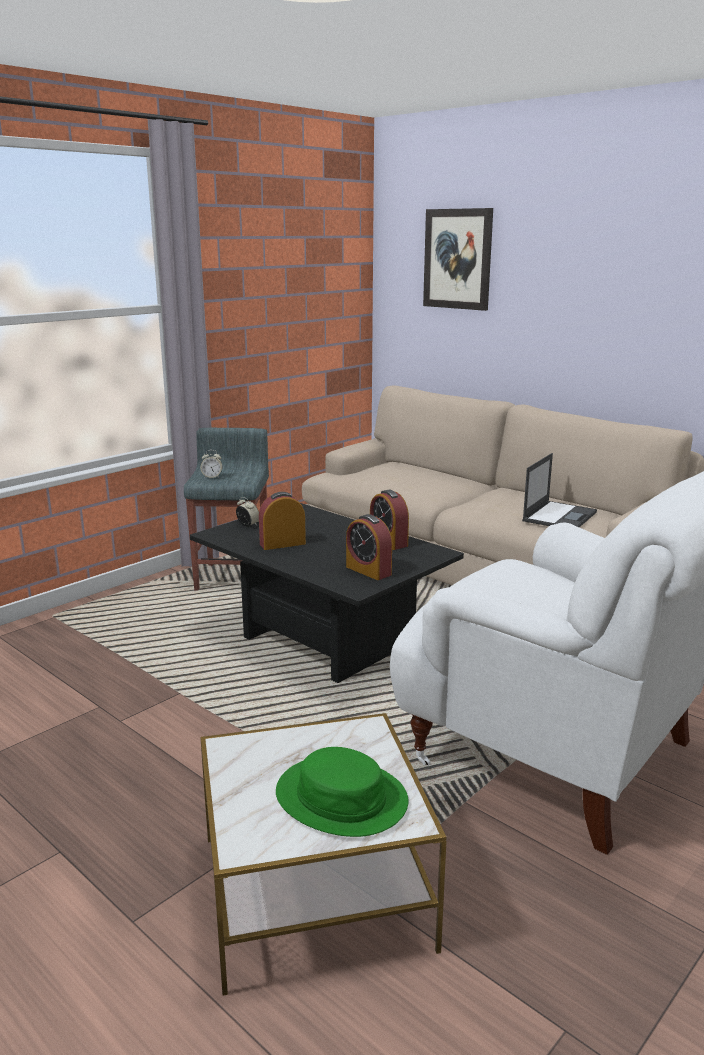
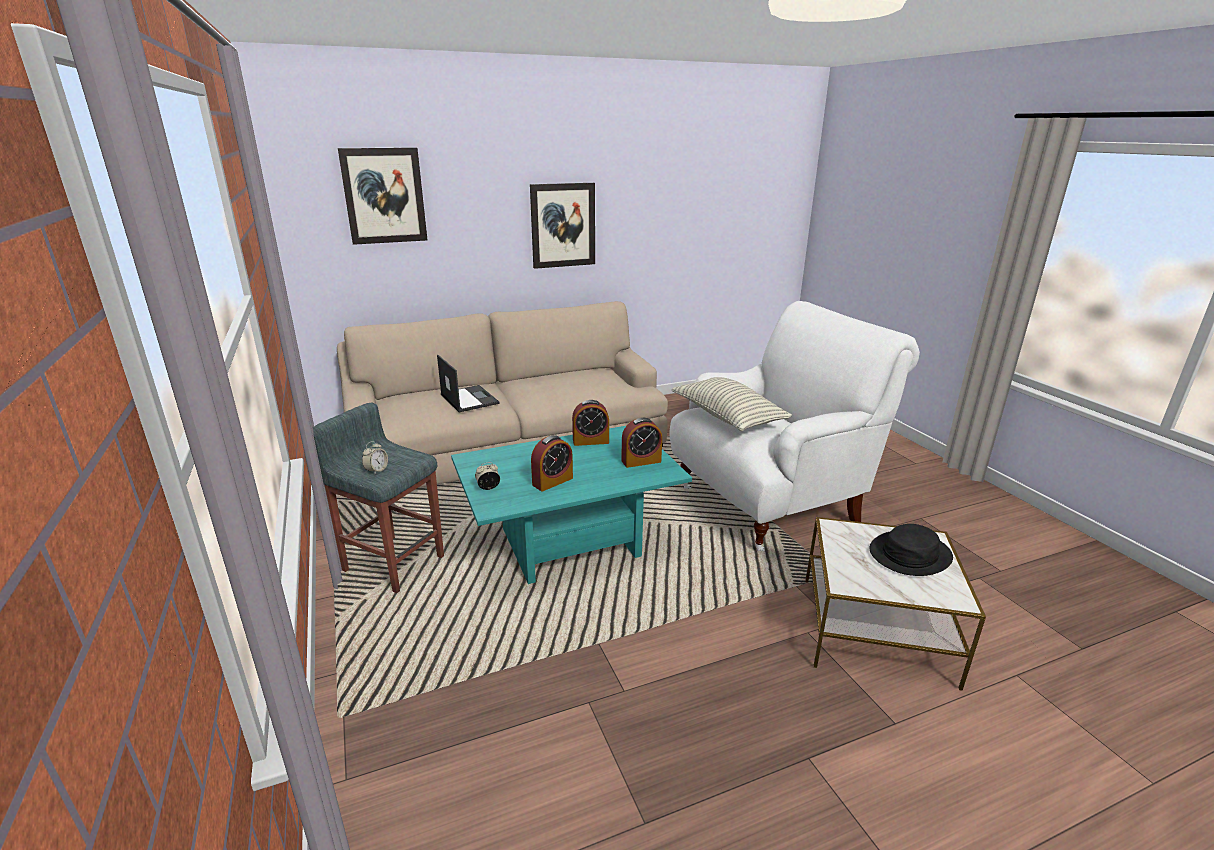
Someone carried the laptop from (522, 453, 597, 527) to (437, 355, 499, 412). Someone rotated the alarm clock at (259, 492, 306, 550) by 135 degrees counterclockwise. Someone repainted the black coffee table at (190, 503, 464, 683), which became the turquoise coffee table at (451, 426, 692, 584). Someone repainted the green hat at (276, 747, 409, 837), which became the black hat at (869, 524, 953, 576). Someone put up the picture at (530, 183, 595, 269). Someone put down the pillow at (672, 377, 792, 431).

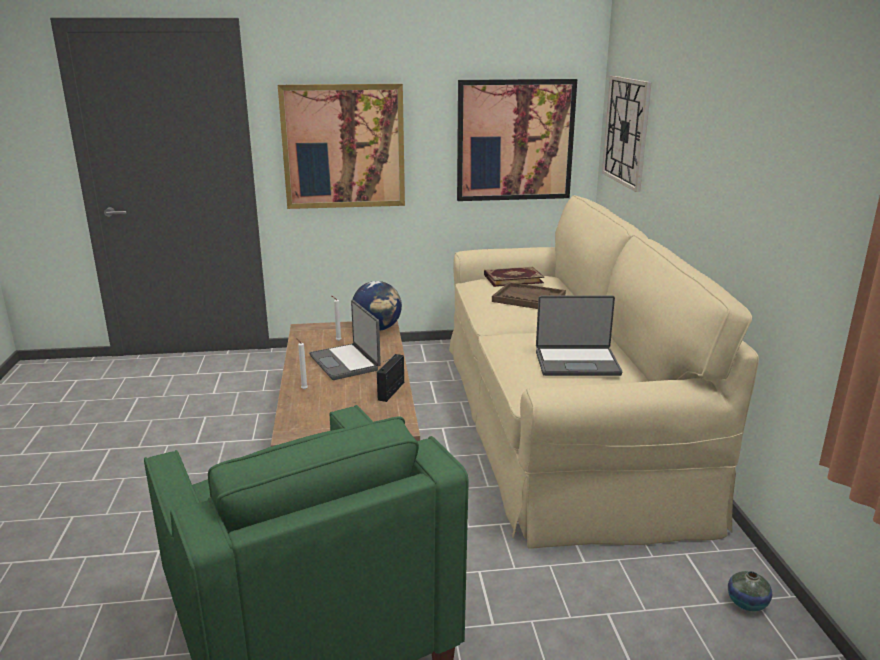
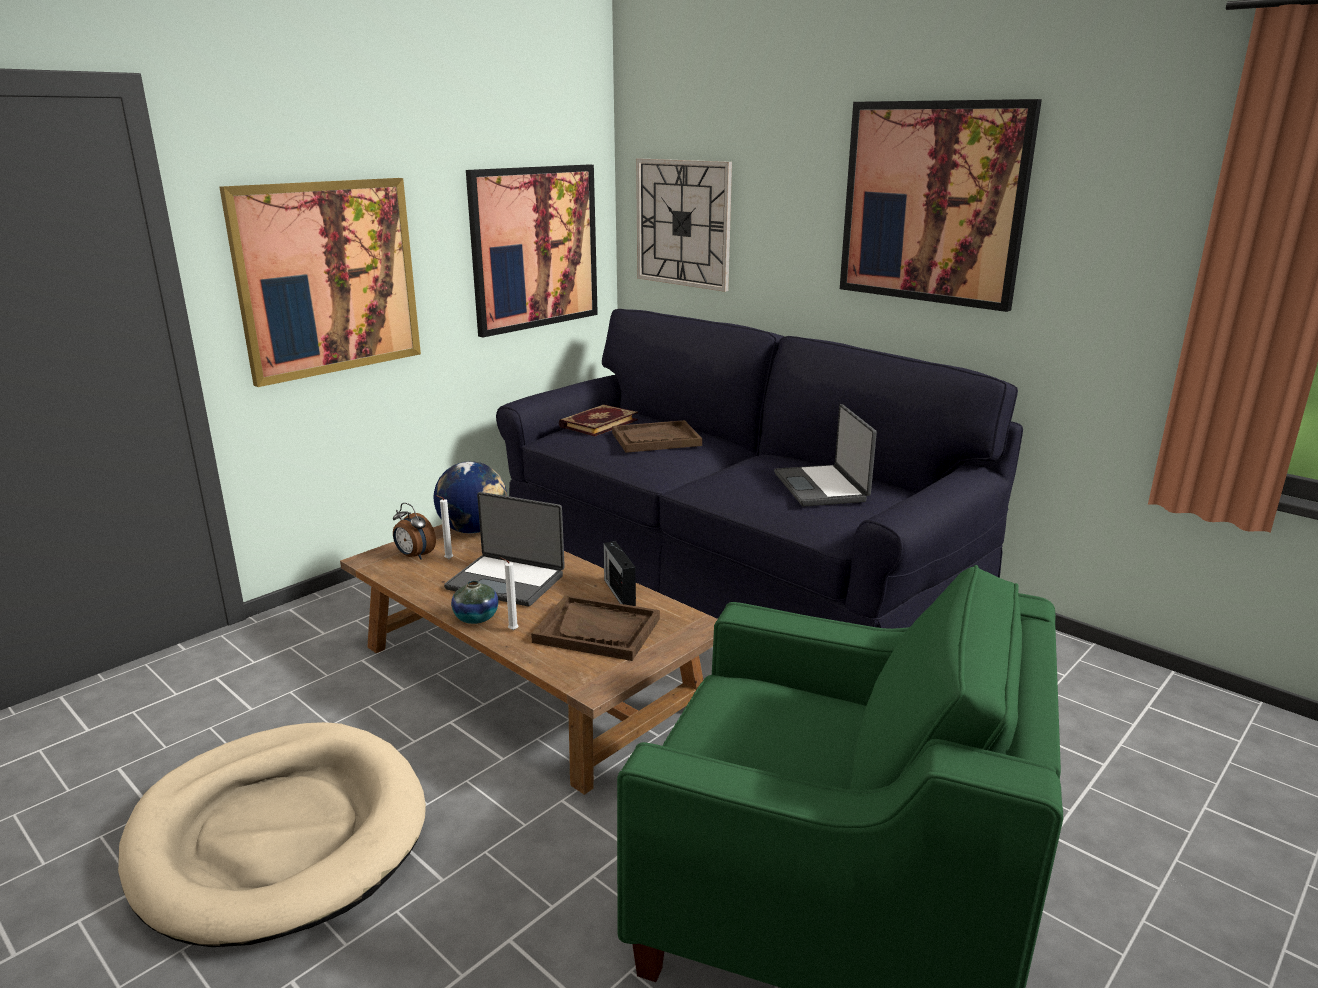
Someone repainted the beige sofa at (449, 195, 759, 549), which became the black sofa at (496, 309, 1023, 629). Someone rotated the laptop at (536, 295, 622, 376) by 120 degrees clockwise. Someone carried the vase from (728, 571, 772, 611) to (451, 580, 498, 624). Someone put up the picture at (840, 99, 1042, 312). Someone put down the alarm clock at (393, 503, 436, 560). Someone put down the brown tray at (531, 595, 660, 661). Someone put down the beige dog bed at (118, 722, 426, 947).

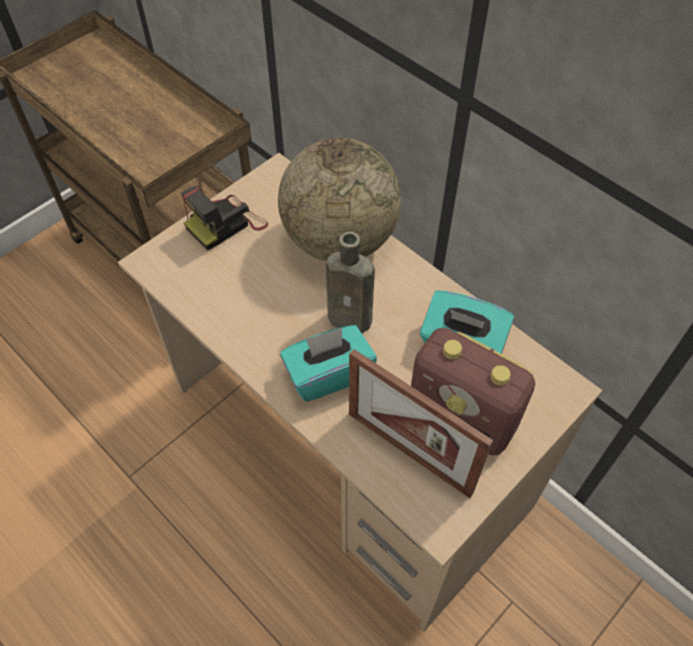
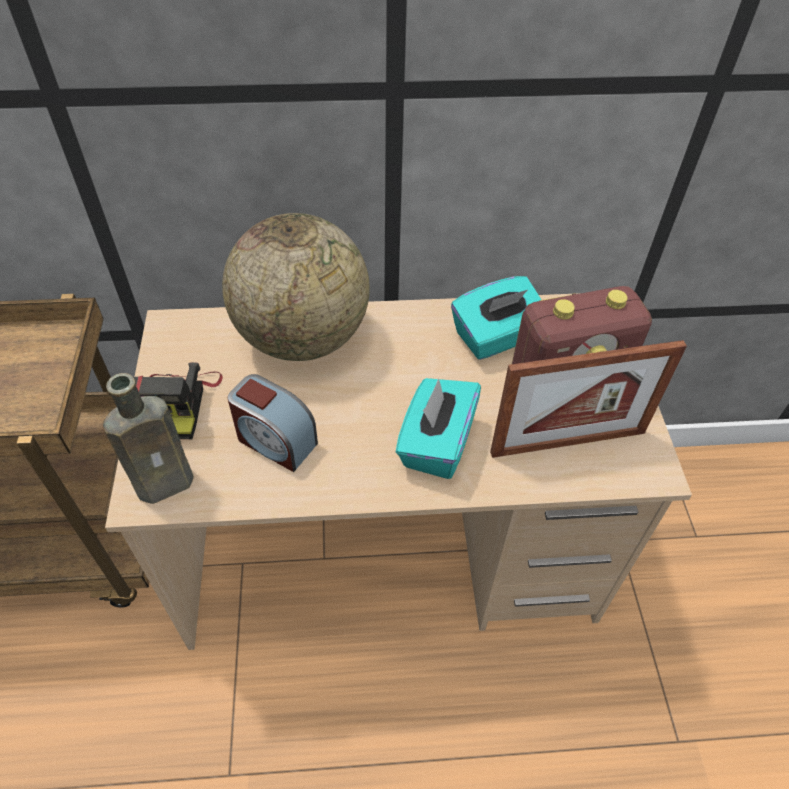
Someone carried the brown bottle from (326, 232, 375, 333) to (103, 373, 194, 504). Someone put down the alarm clock at (228, 374, 318, 472).

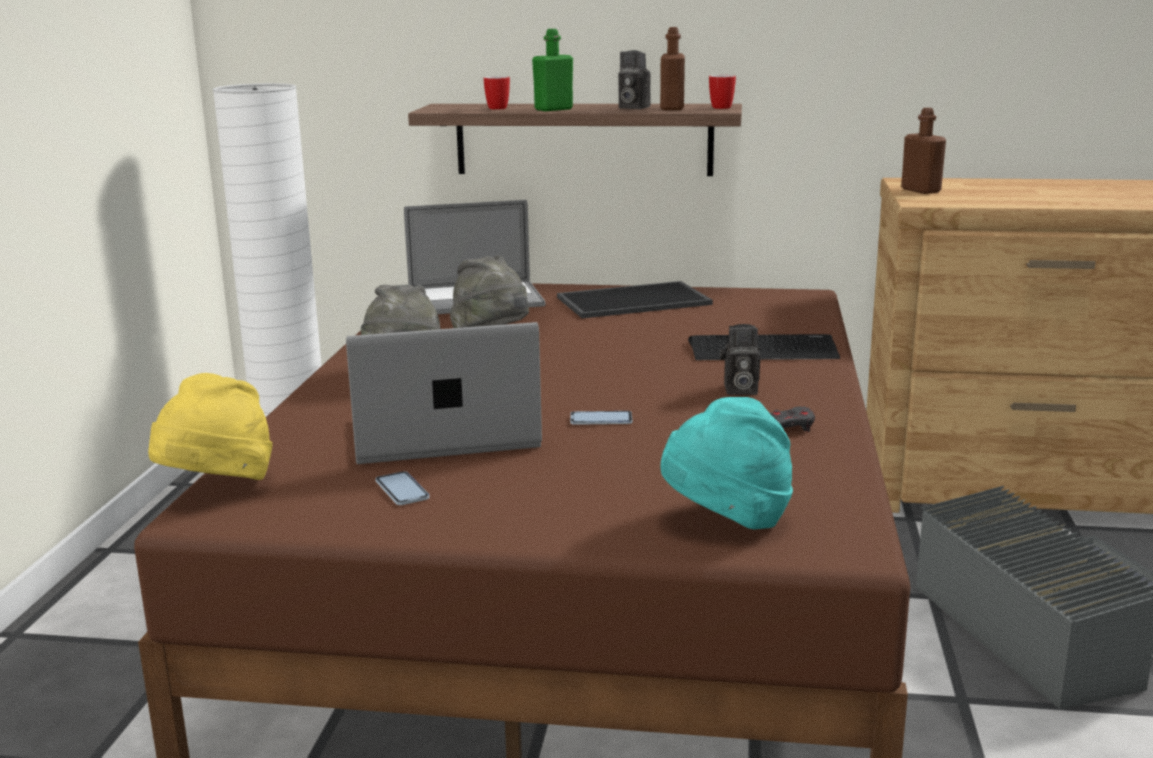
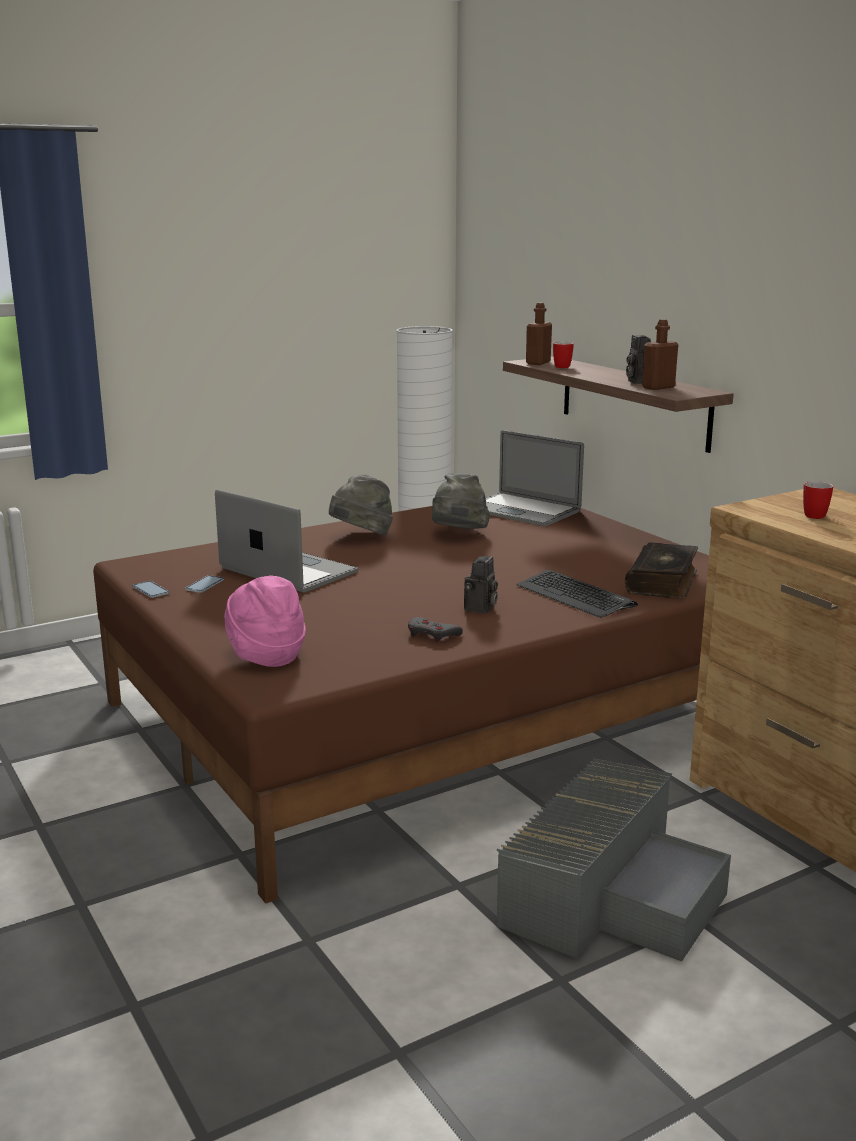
Someone took away the green bottle at (532, 29, 573, 111). Someone carried the mug from (709, 75, 736, 109) to (803, 481, 833, 519). Someone carried the brown bottle from (901, 108, 946, 194) to (526, 303, 552, 365). Someone took away the tray at (557, 281, 713, 318). Someone rotated the photo camera at (720, 324, 760, 395) by 120 degrees counterclockwise. Someone took away the yellow hat at (148, 373, 273, 480). Someone repainted the turquoise hat at (660, 397, 793, 529), which became the pink hat at (224, 575, 306, 667). Someone carried the phone from (570, 411, 632, 425) to (133, 581, 170, 598). Someone put down the book at (625, 542, 698, 599).

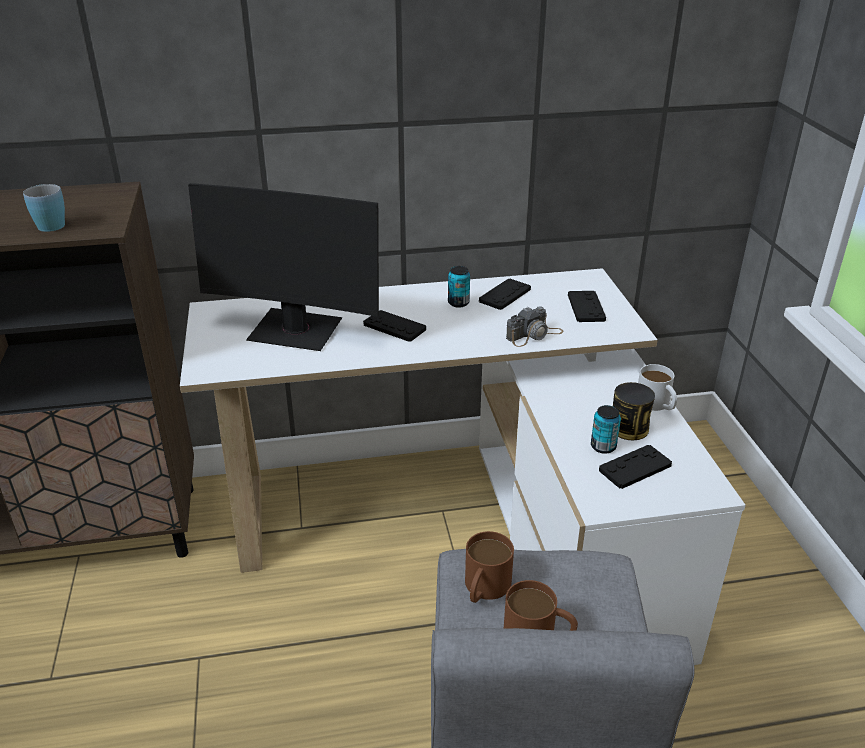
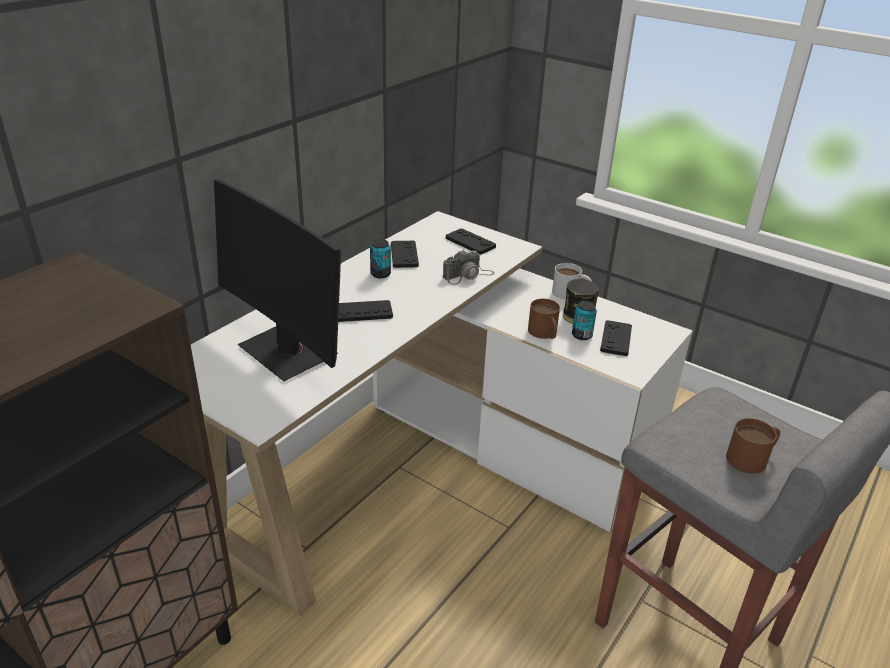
Someone rotated the monitor at (188, 183, 379, 351) by 75 degrees clockwise. Someone took away the blue mug at (23, 184, 65, 232). Someone rotated the photo camera at (506, 306, 564, 347) by 45 degrees clockwise. Someone carried the brown mug from (465, 531, 514, 603) to (528, 299, 560, 339).

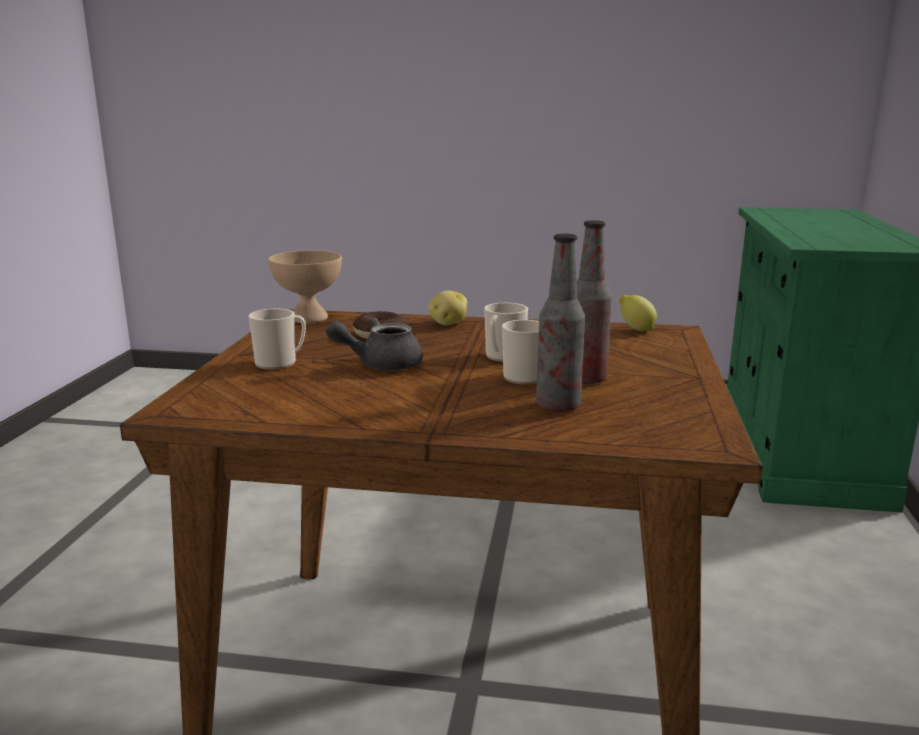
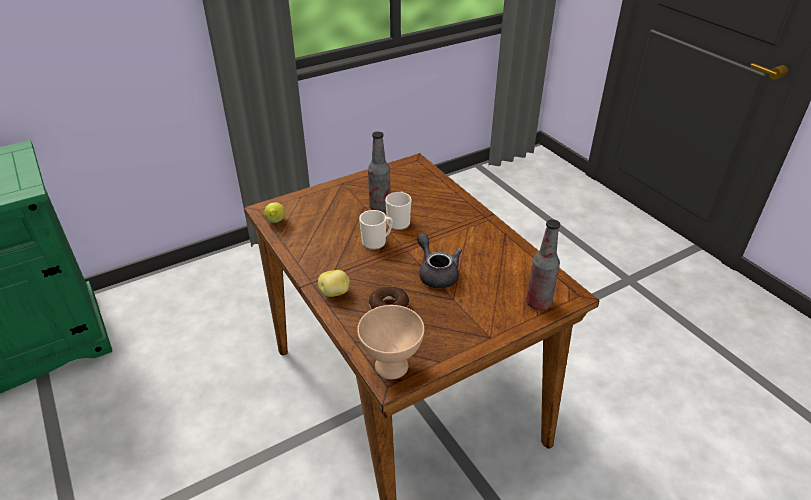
Someone carried the bottle from (536, 234, 585, 412) to (526, 219, 560, 310). Someone took away the mug at (249, 309, 306, 370). Someone rotated the grey teapot at (326, 318, 423, 371) by 150 degrees counterclockwise.

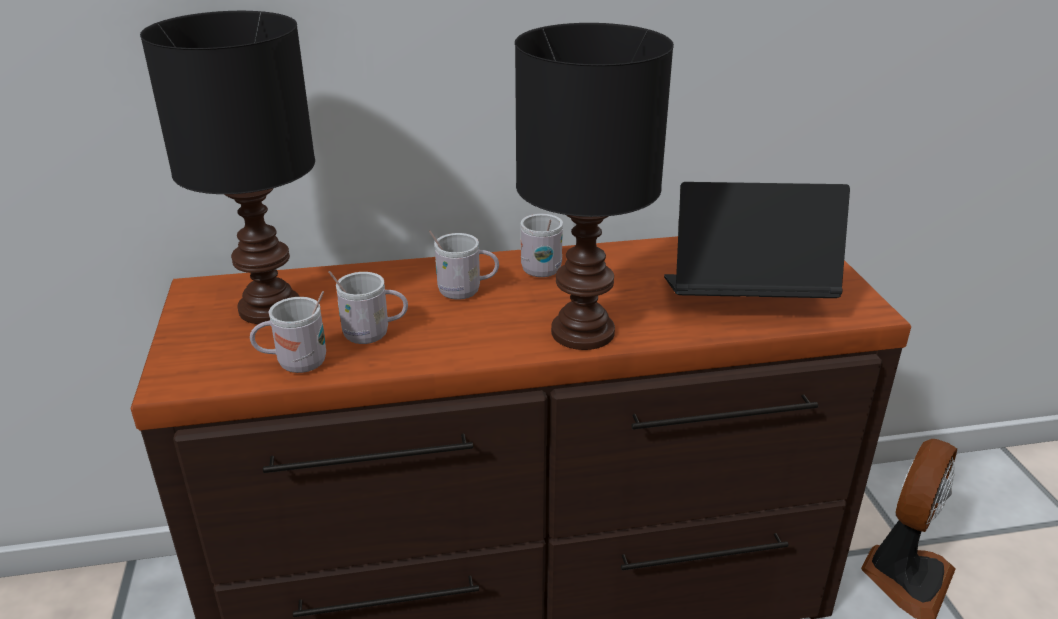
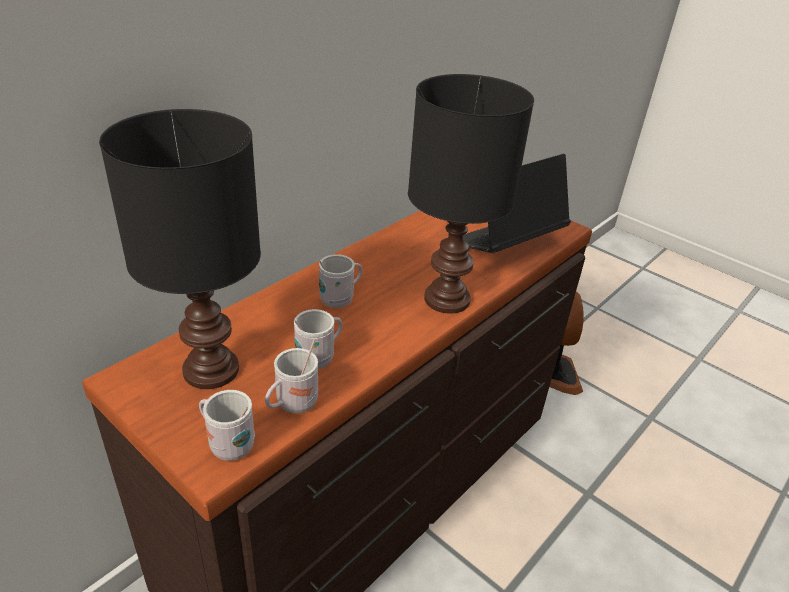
Someone carried the white mug from (521, 214, 563, 277) to (199, 390, 255, 461).

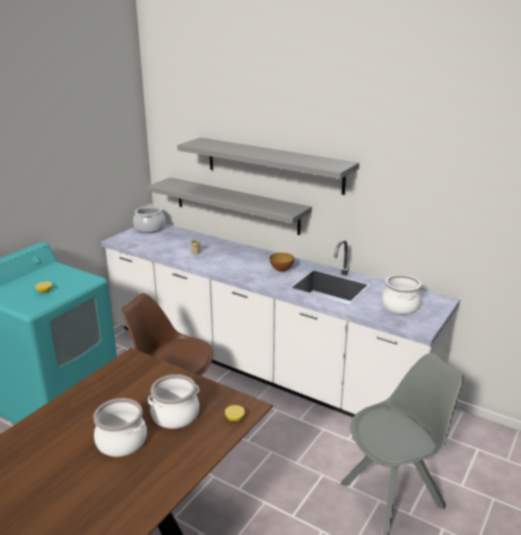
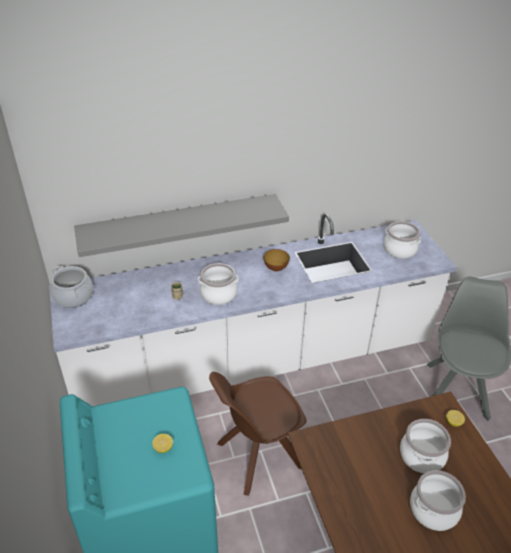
Someone took away the grey shelf at (177, 137, 359, 195). Someone put down the cooking pot at (198, 263, 239, 305).

